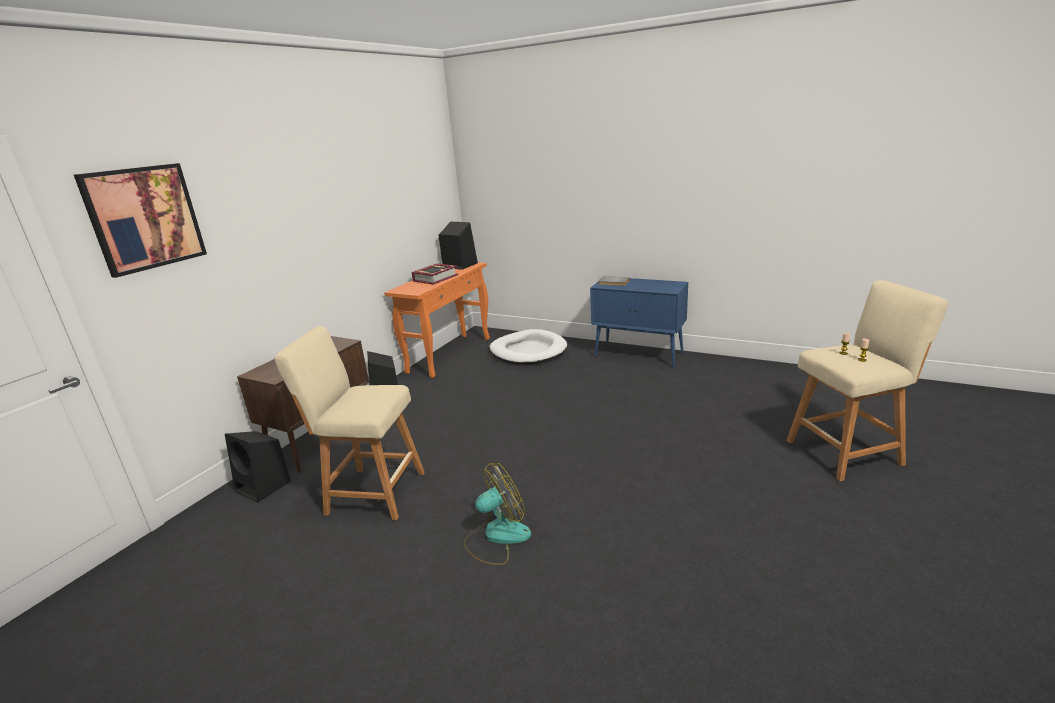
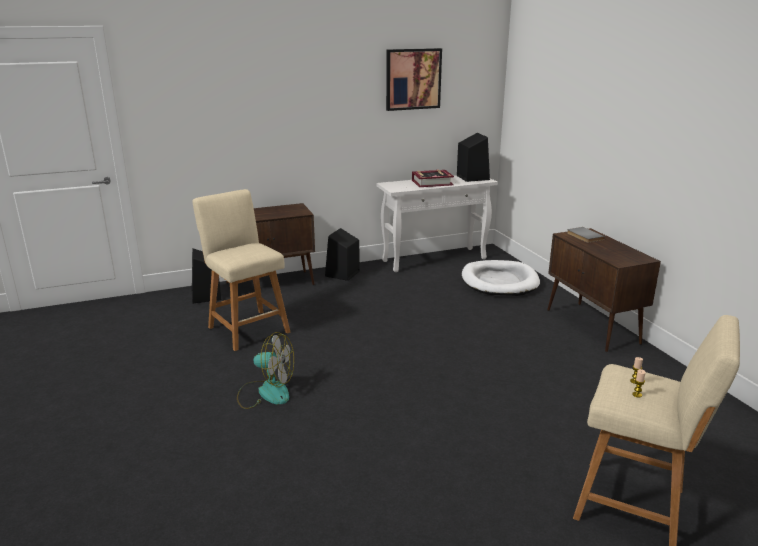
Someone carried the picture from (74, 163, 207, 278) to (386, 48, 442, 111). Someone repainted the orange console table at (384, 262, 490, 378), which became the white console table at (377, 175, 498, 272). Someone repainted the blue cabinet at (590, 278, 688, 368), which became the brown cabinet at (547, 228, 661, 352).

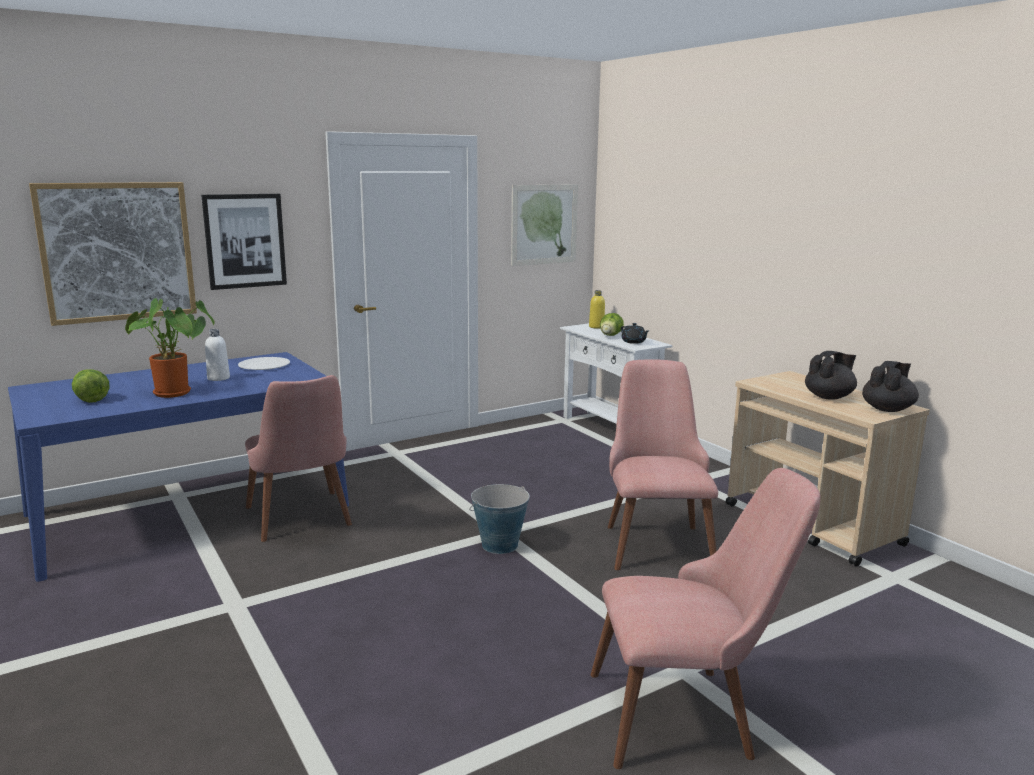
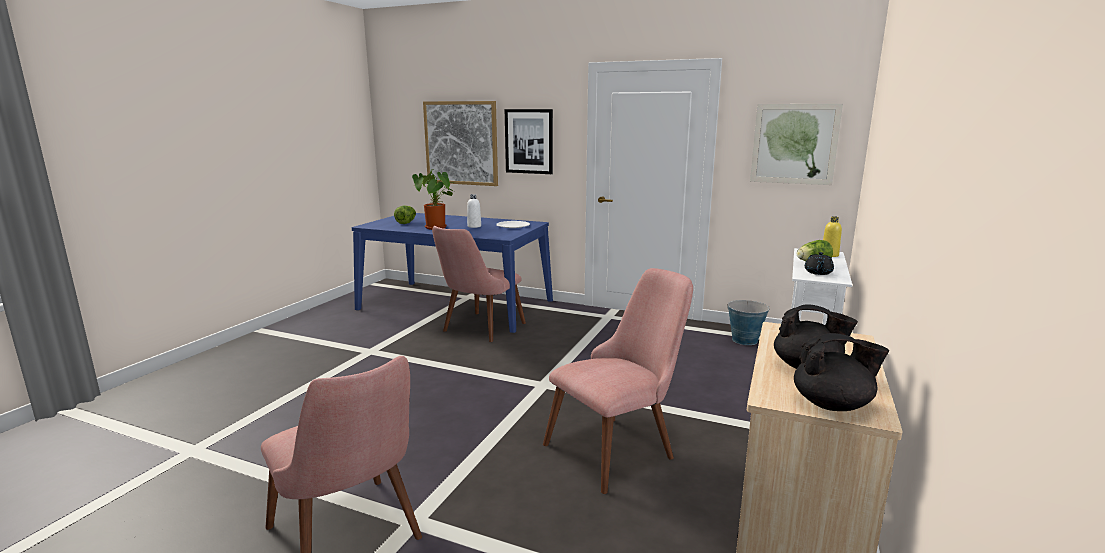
Someone carried the bucket from (469, 484, 530, 554) to (727, 300, 770, 345).

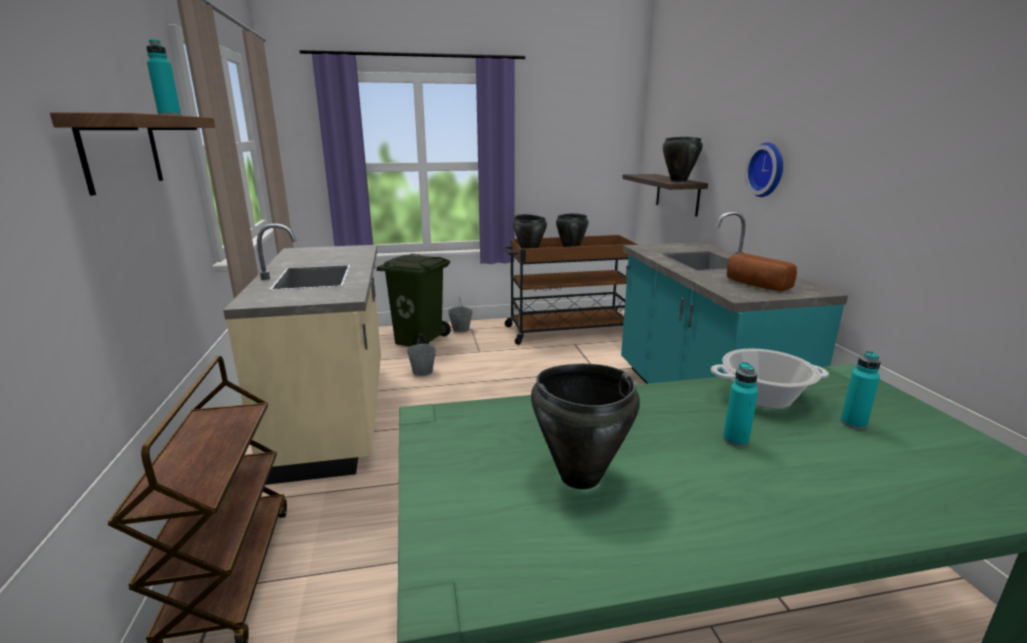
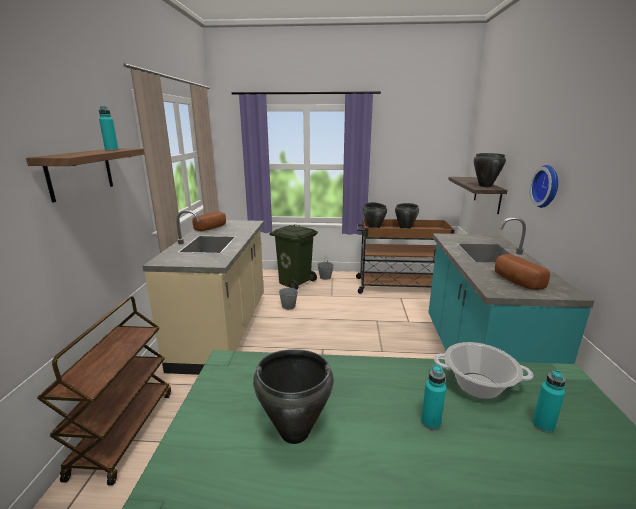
Someone put down the bread at (192, 211, 226, 231).

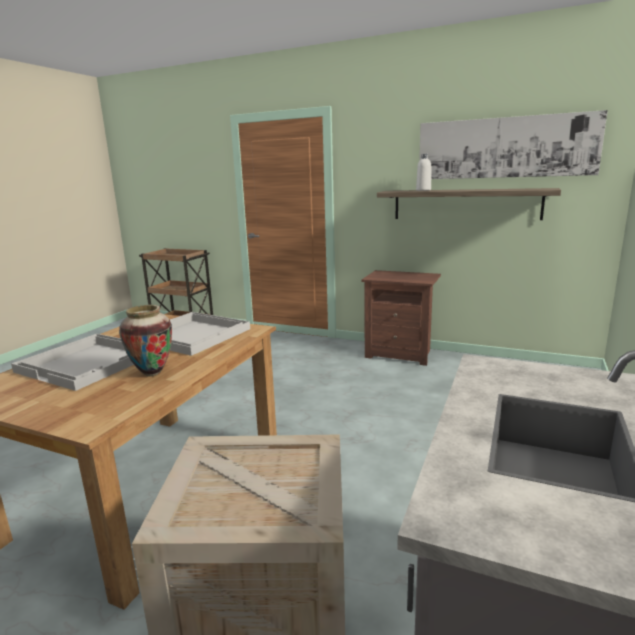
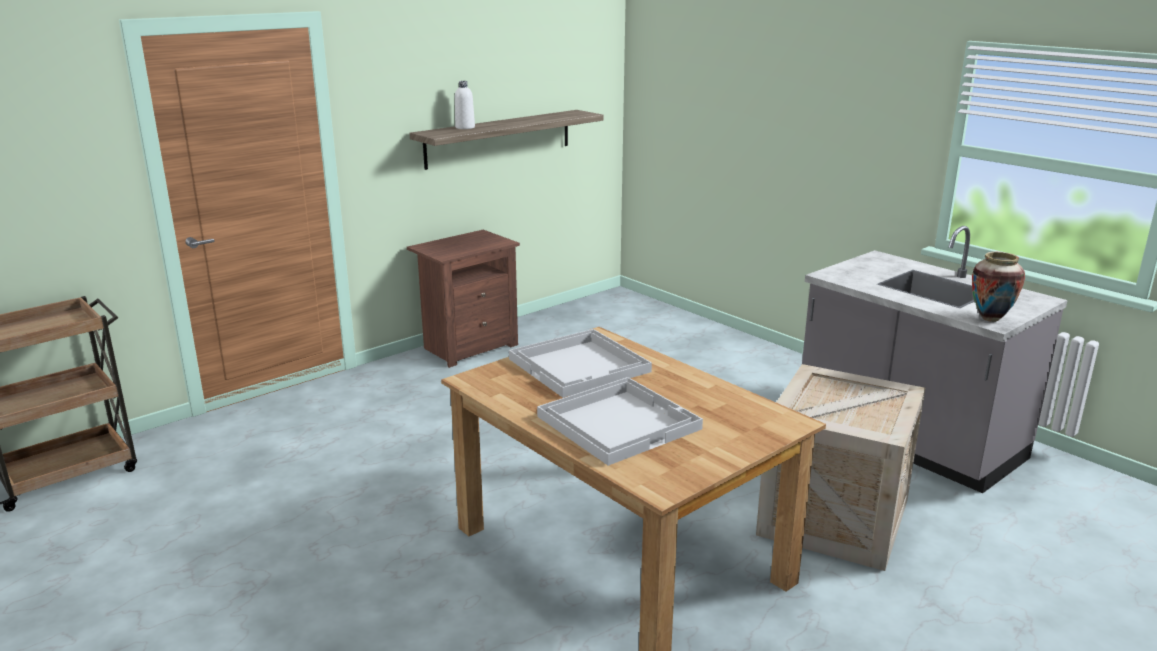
Someone took away the picture at (419, 110, 608, 179). Someone carried the vase from (119, 305, 172, 376) to (972, 252, 1025, 322).

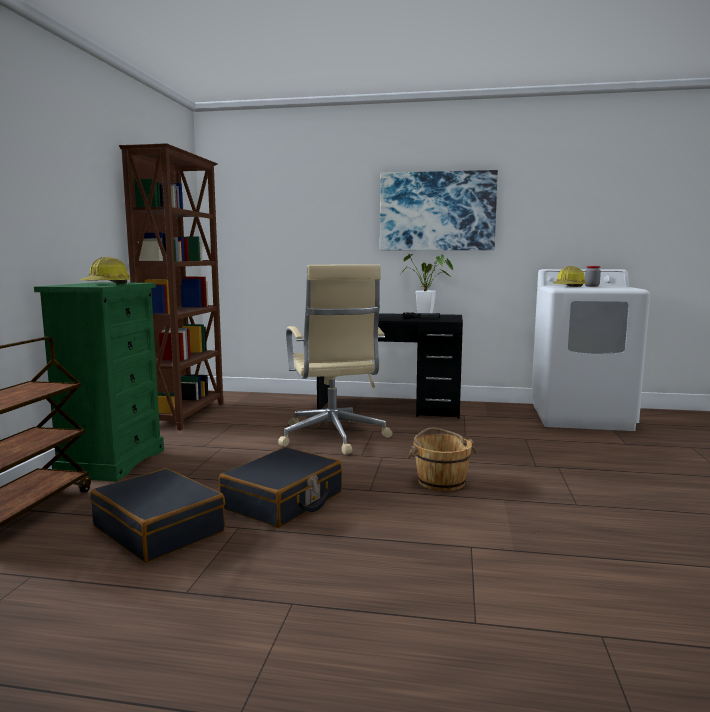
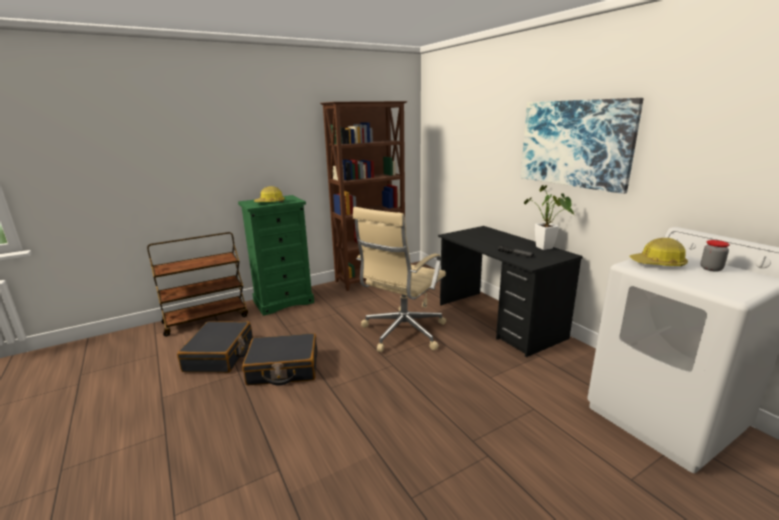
Someone took away the brown bucket at (407, 427, 477, 491).

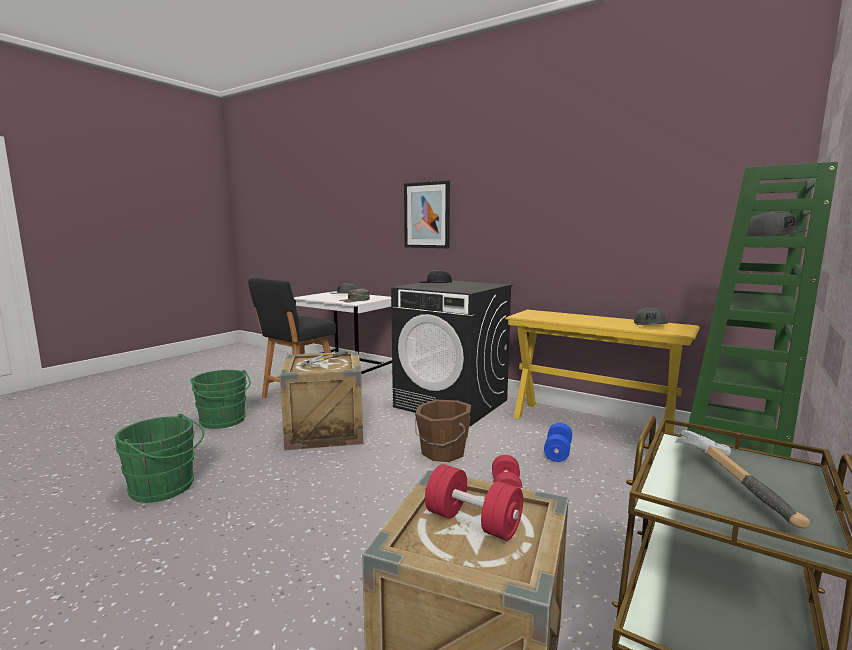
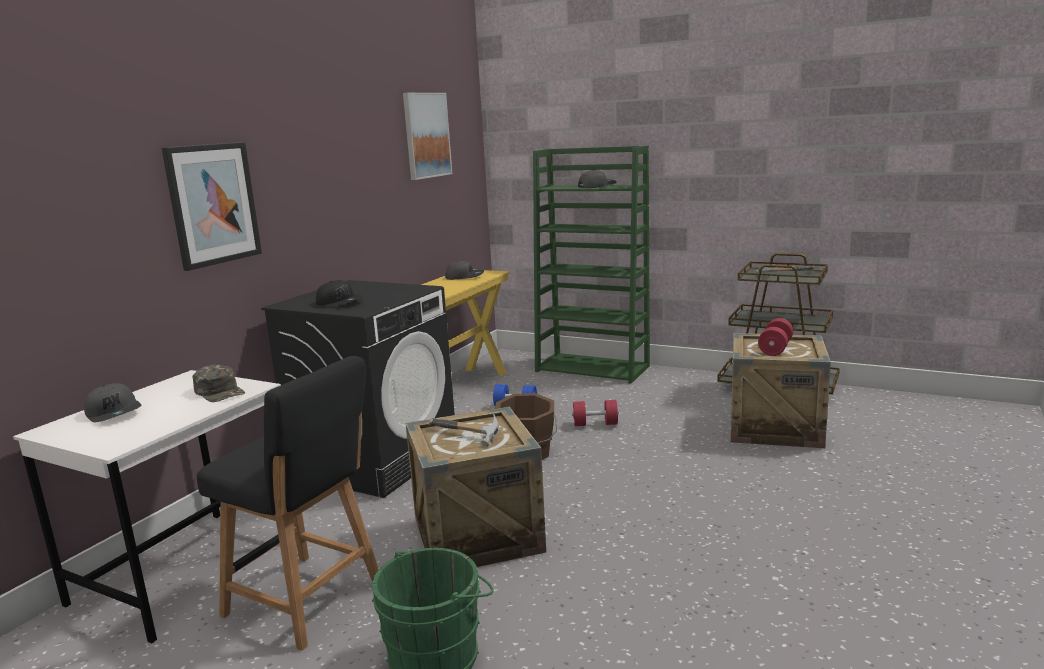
Someone took away the green bucket at (115, 414, 204, 503). Someone put up the picture at (403, 93, 452, 180).

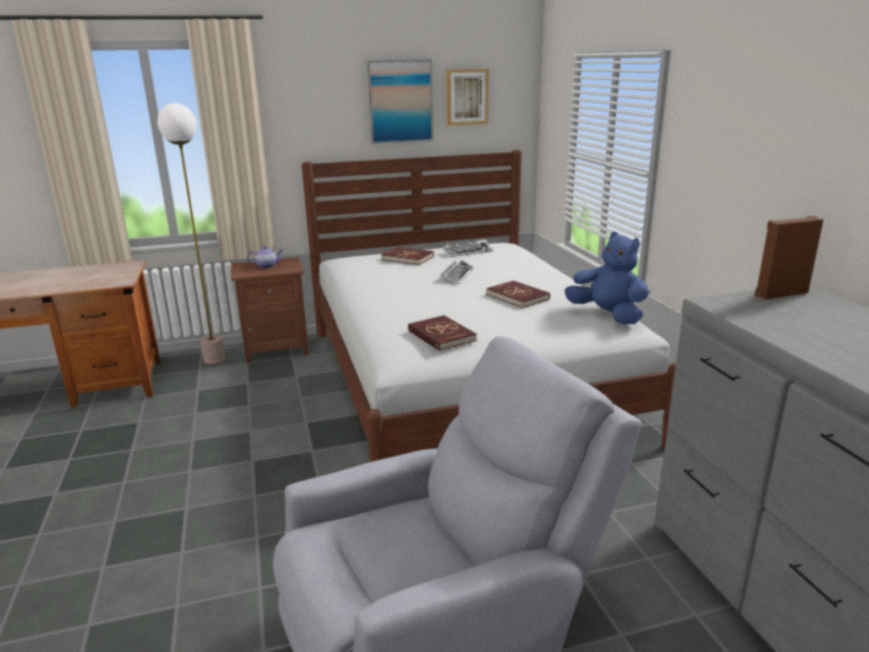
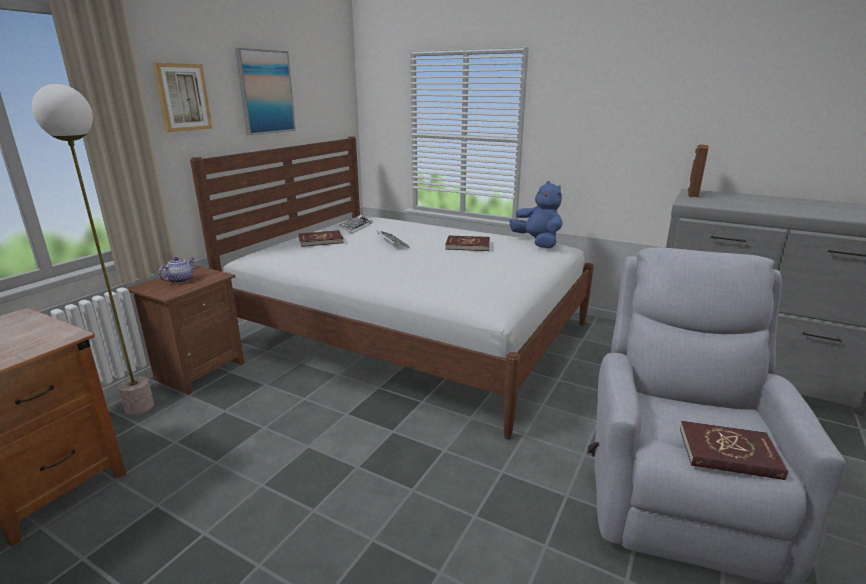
Someone carried the picture from (446, 69, 489, 125) to (153, 63, 212, 132). Someone rotated the blue plush toy at (565, 232, 649, 324) by 60 degrees clockwise. Someone carried the red book from (408, 315, 477, 351) to (680, 421, 788, 480).

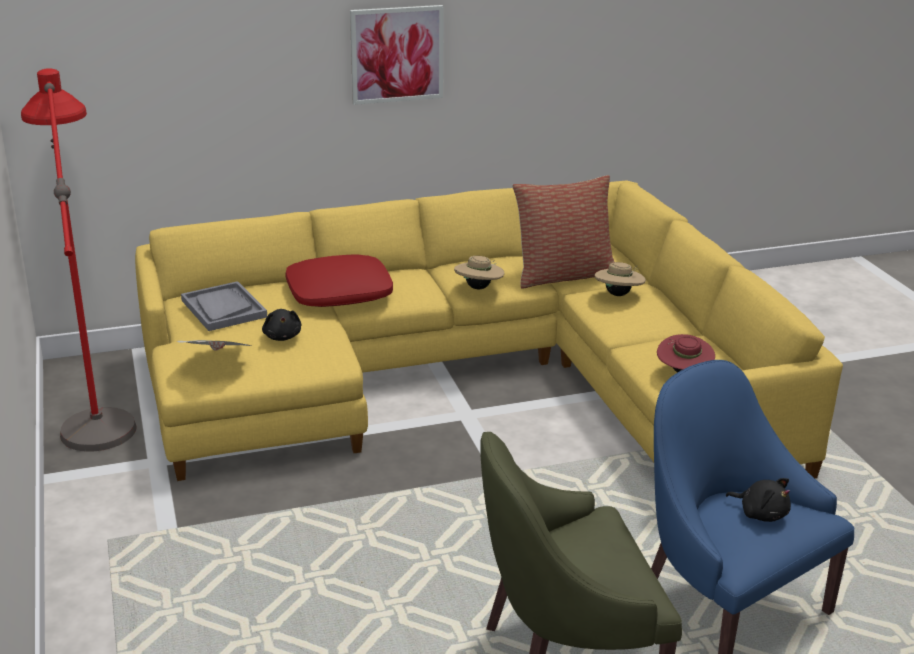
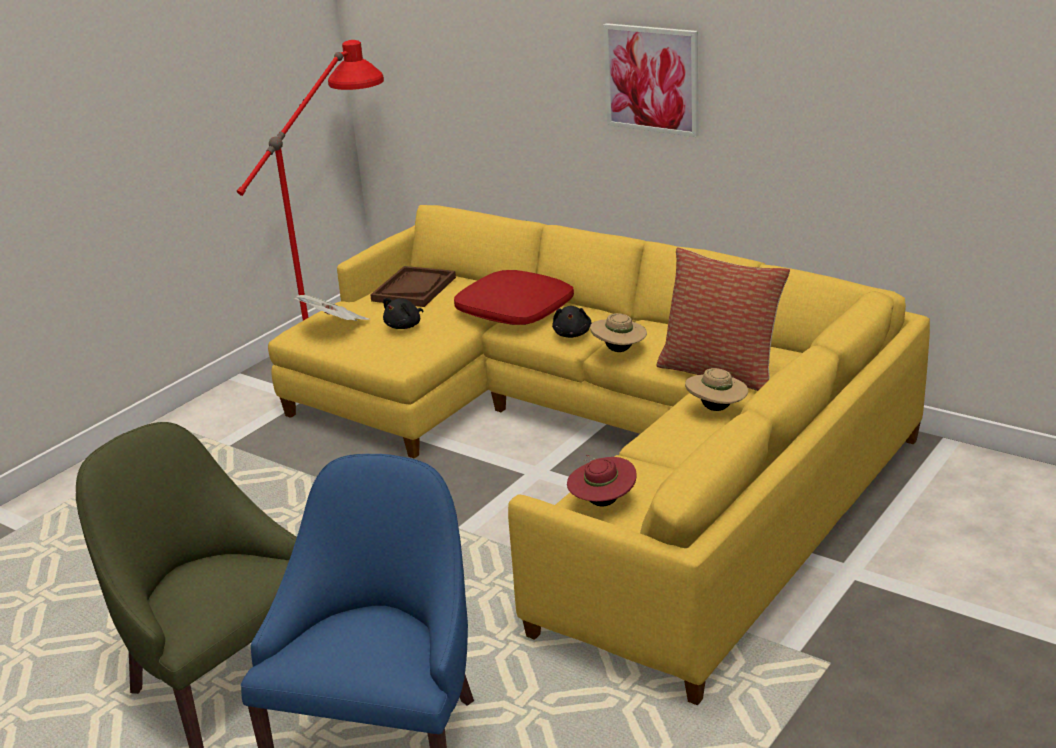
Someone repainted the grey tray at (181, 281, 267, 331), which became the brown tray at (370, 266, 456, 307). Someone carried the black plush toy from (726, 478, 791, 522) to (552, 306, 592, 338).

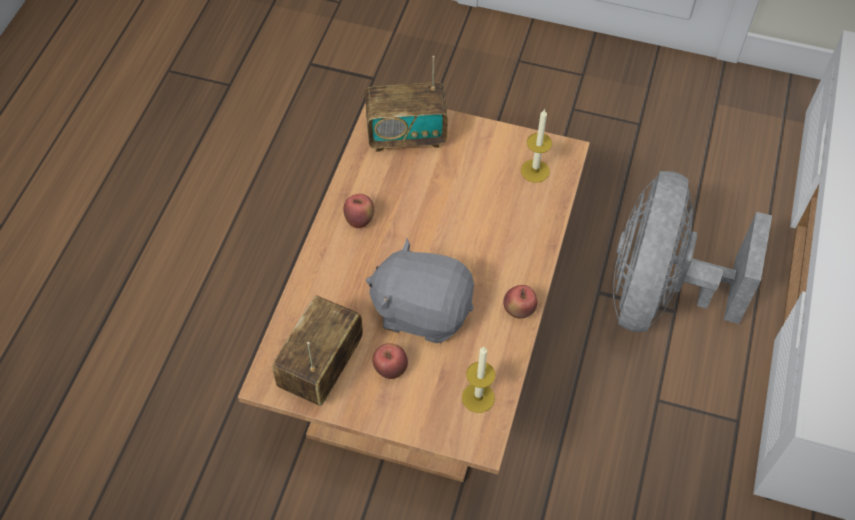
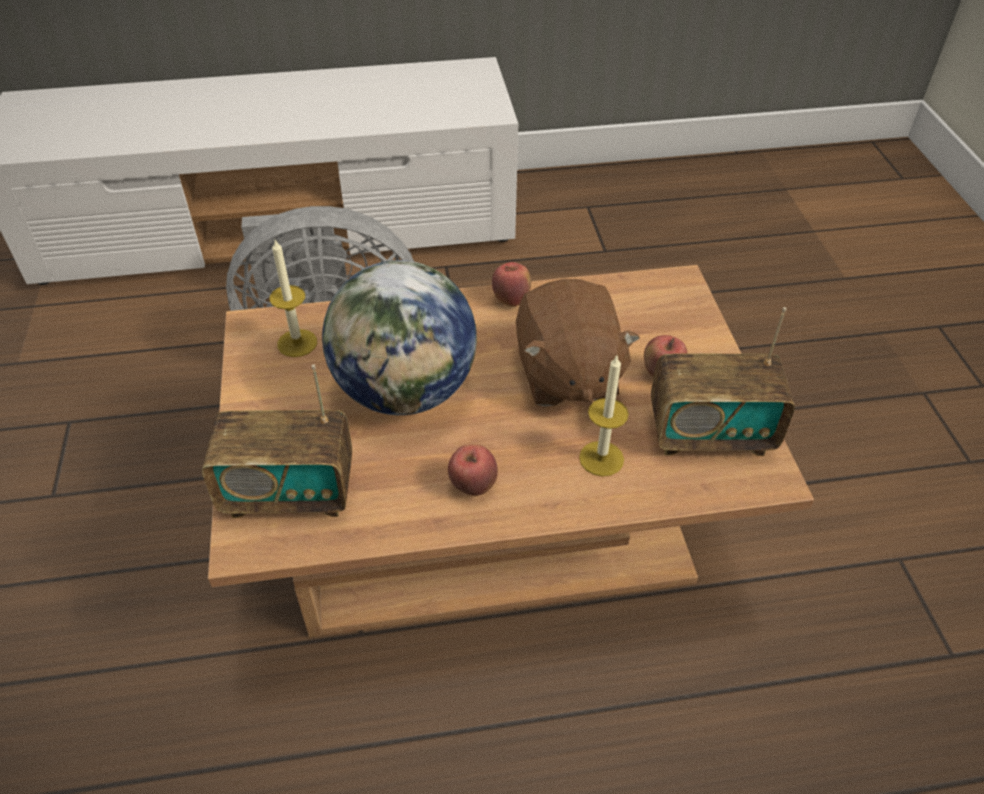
Someone rotated the radio at (365, 56, 448, 152) by 120 degrees clockwise. Someone repainted the grey plush toy at (366, 238, 474, 343), which became the brown plush toy at (516, 279, 640, 407). Someone carried the candle from (462, 347, 495, 413) to (579, 356, 629, 477). Someone put down the globe at (322, 260, 477, 415).

